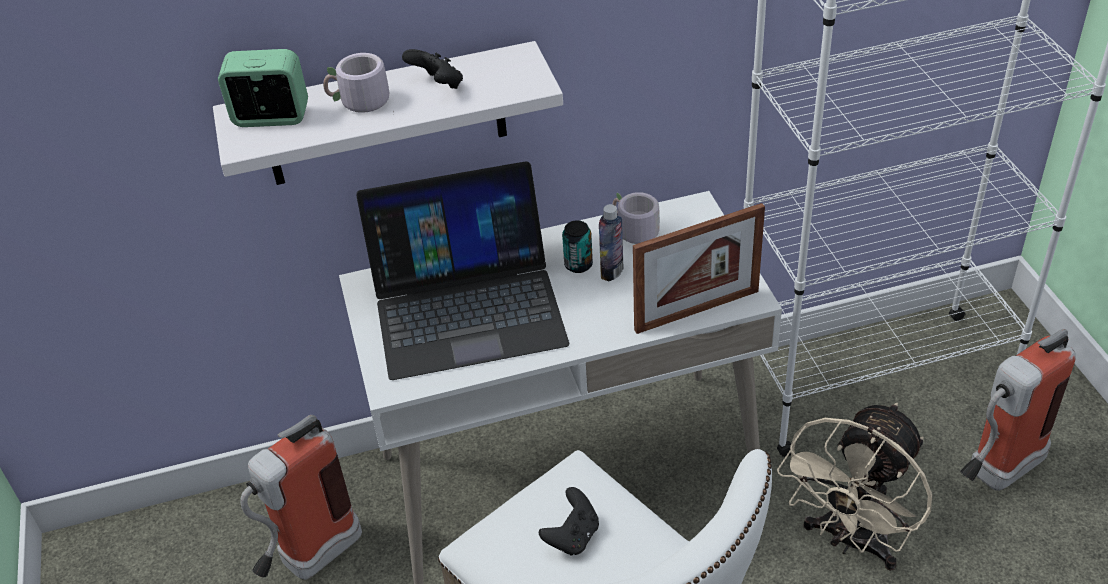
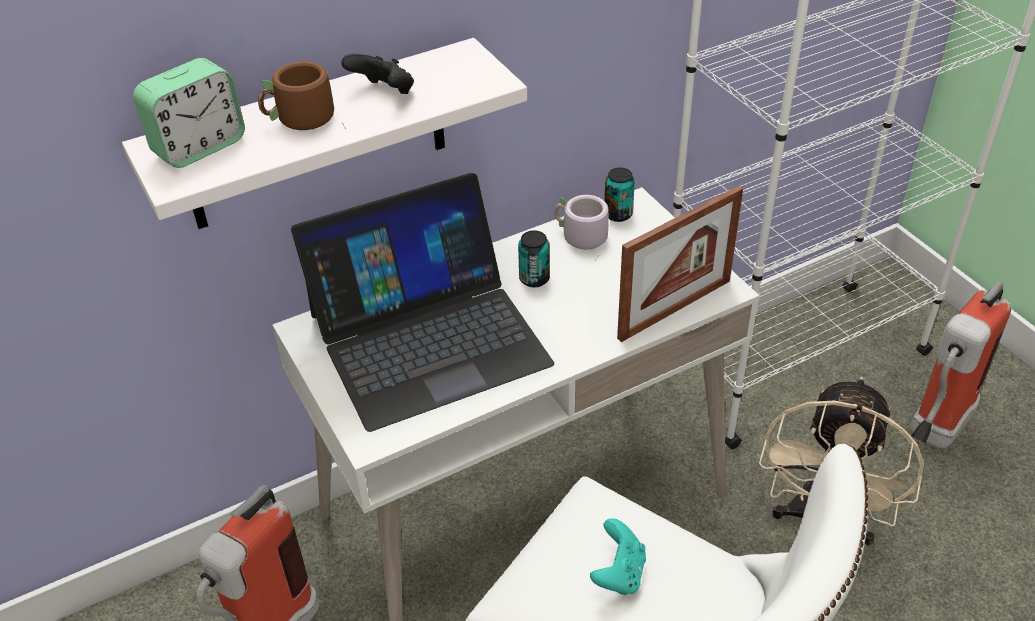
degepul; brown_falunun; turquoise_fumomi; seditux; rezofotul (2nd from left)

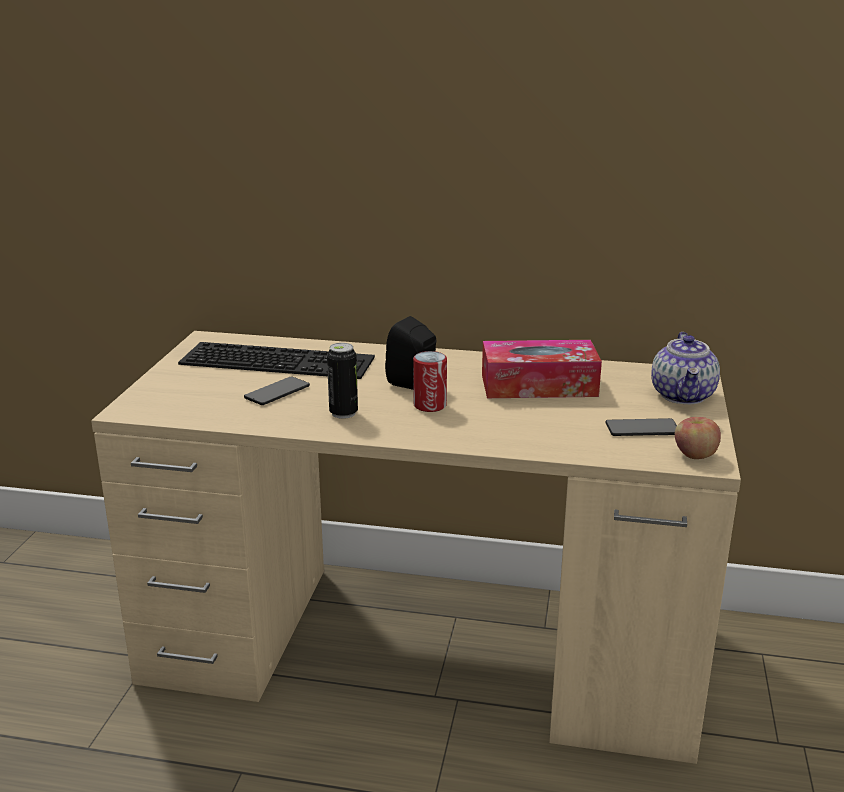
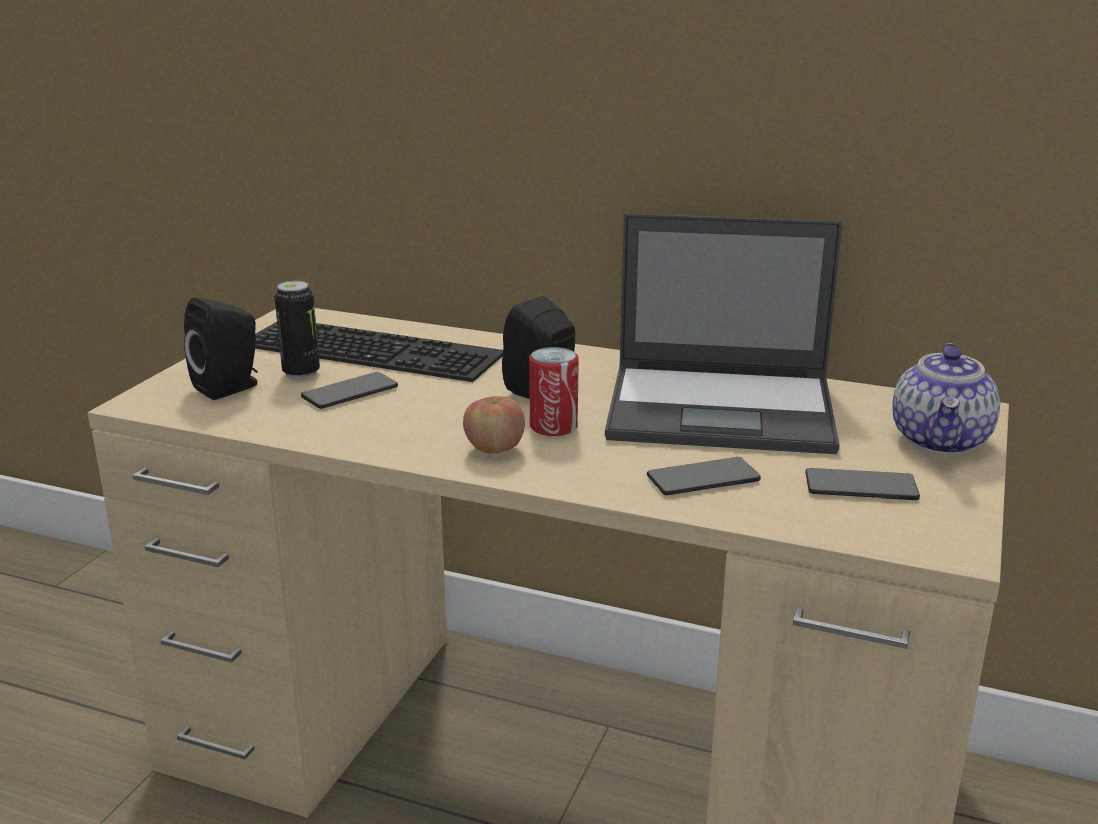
rezofotul (1st from left); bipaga; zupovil; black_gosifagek (1st from left); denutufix (2nd from left)

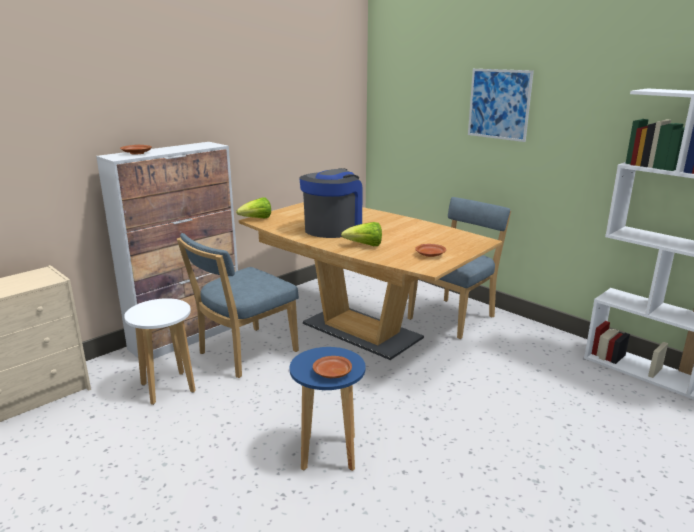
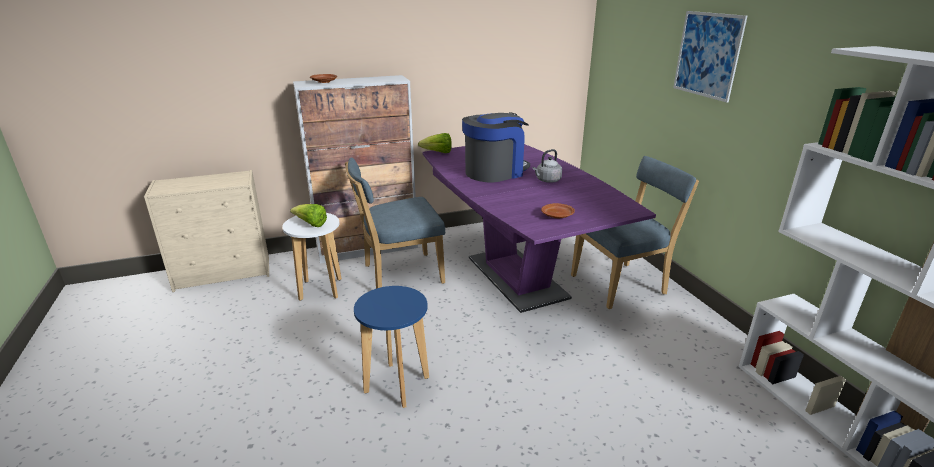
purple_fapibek; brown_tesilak (2nd from left in the first image); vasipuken (1st from left); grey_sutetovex

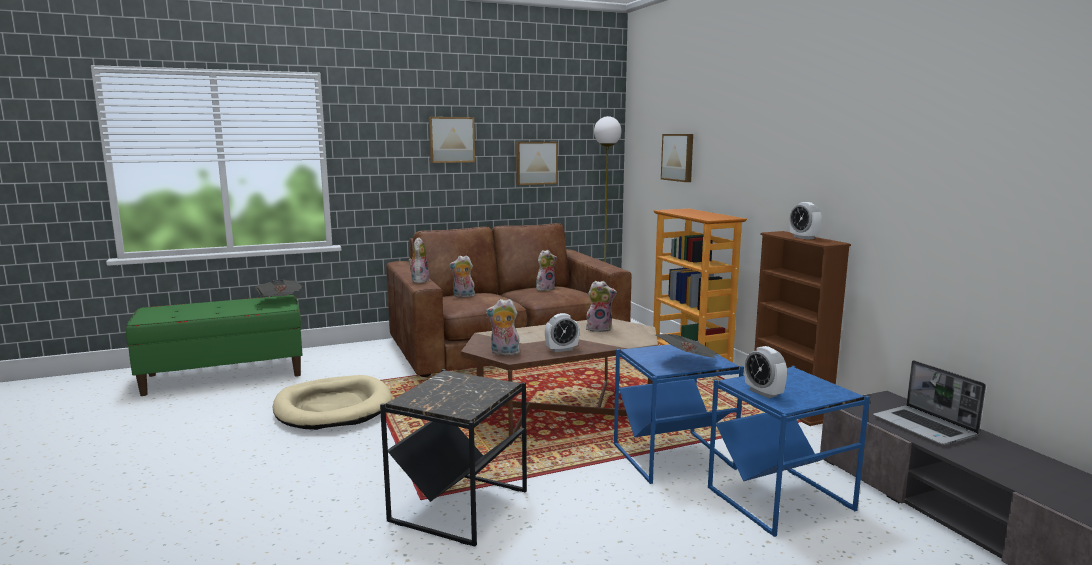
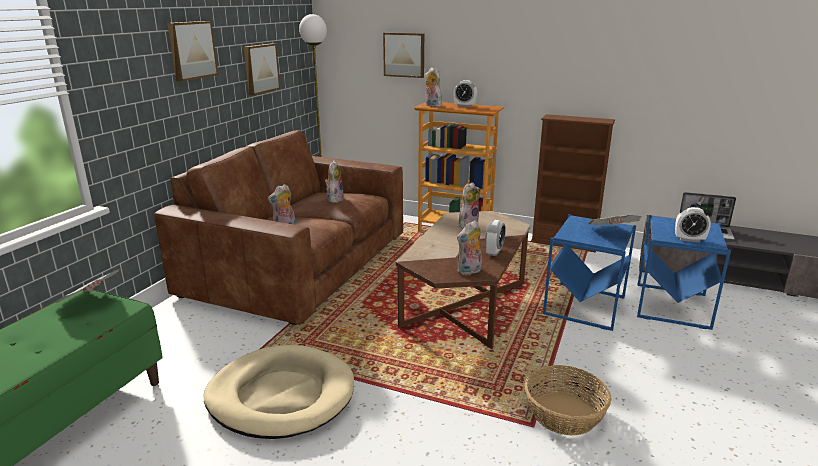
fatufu; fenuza (3rd from left); degepul (1st from left)

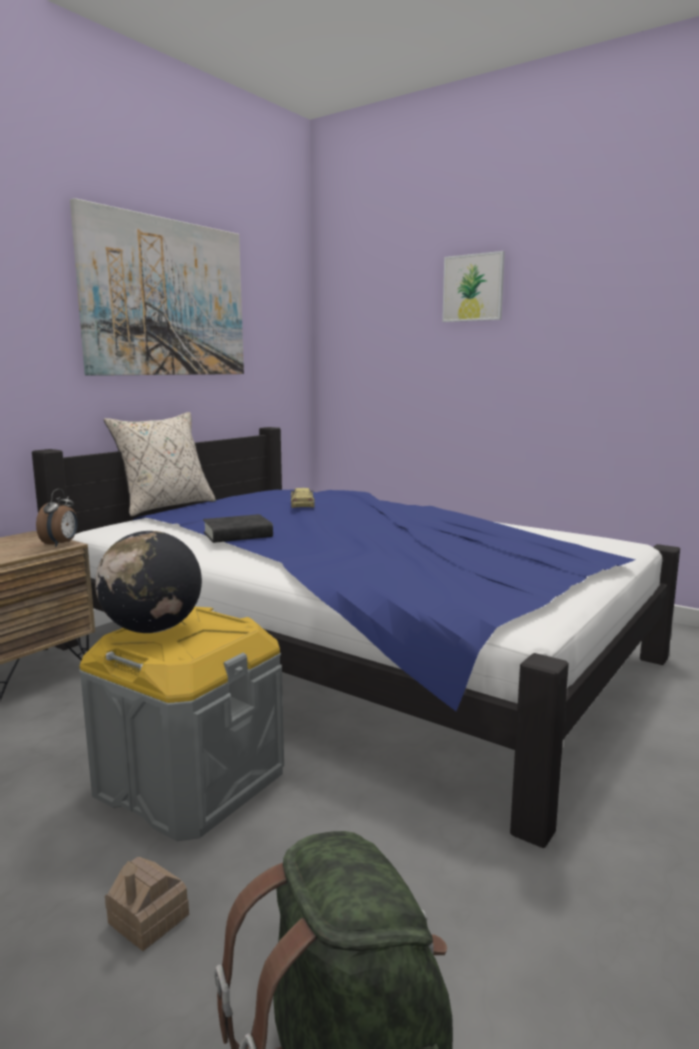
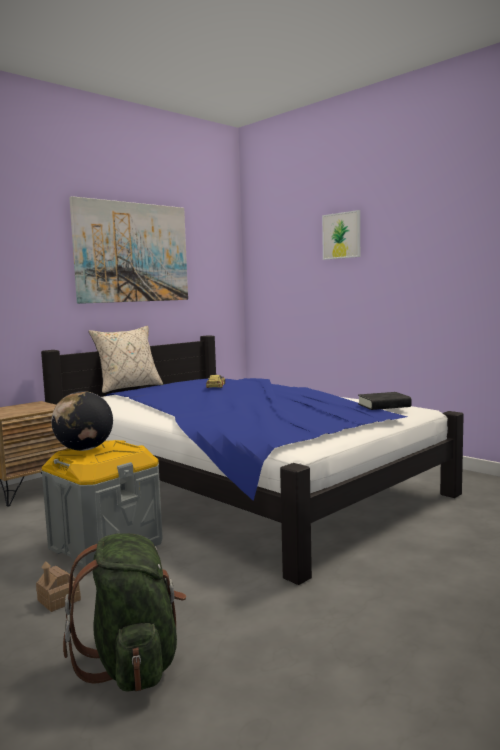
degepul; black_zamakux

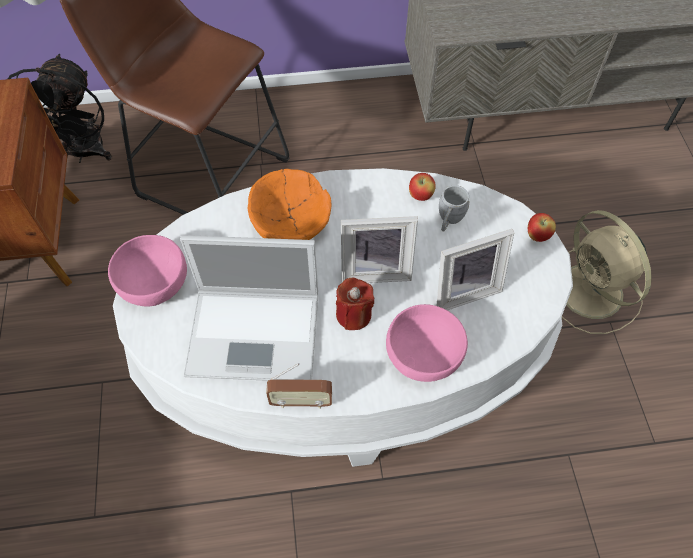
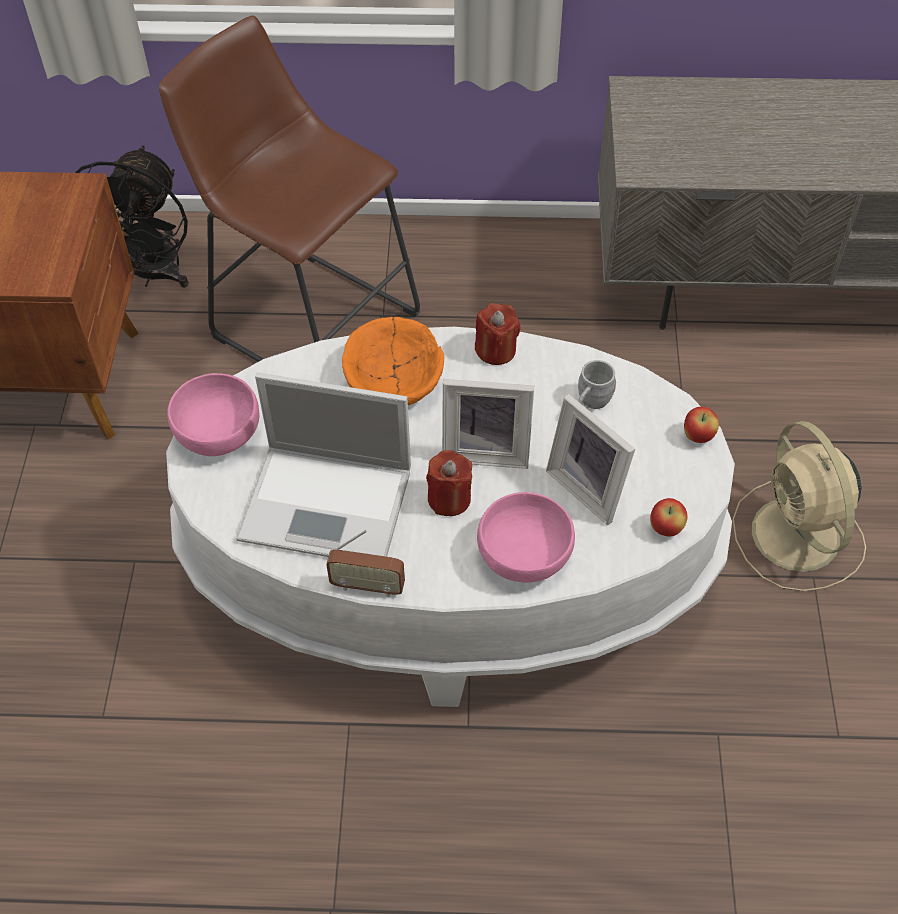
zupovil (1st from left); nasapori (2nd from left); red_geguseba (2nd from left)

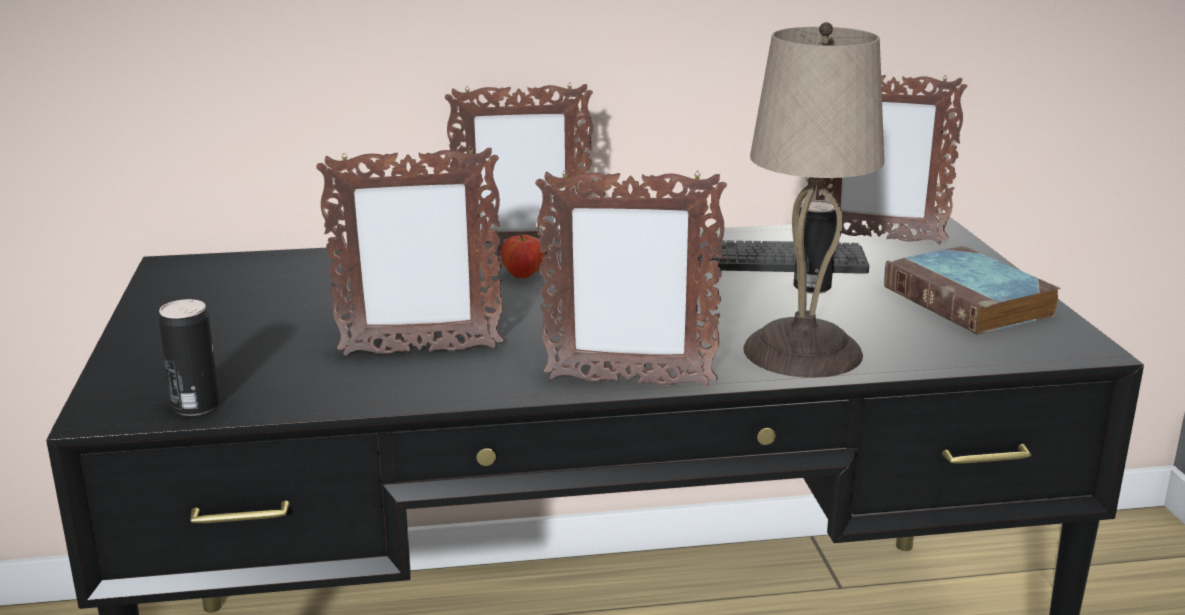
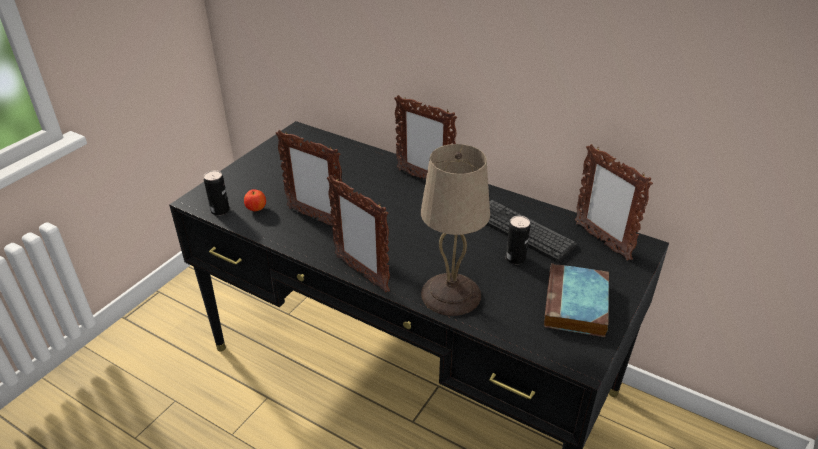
zupovil

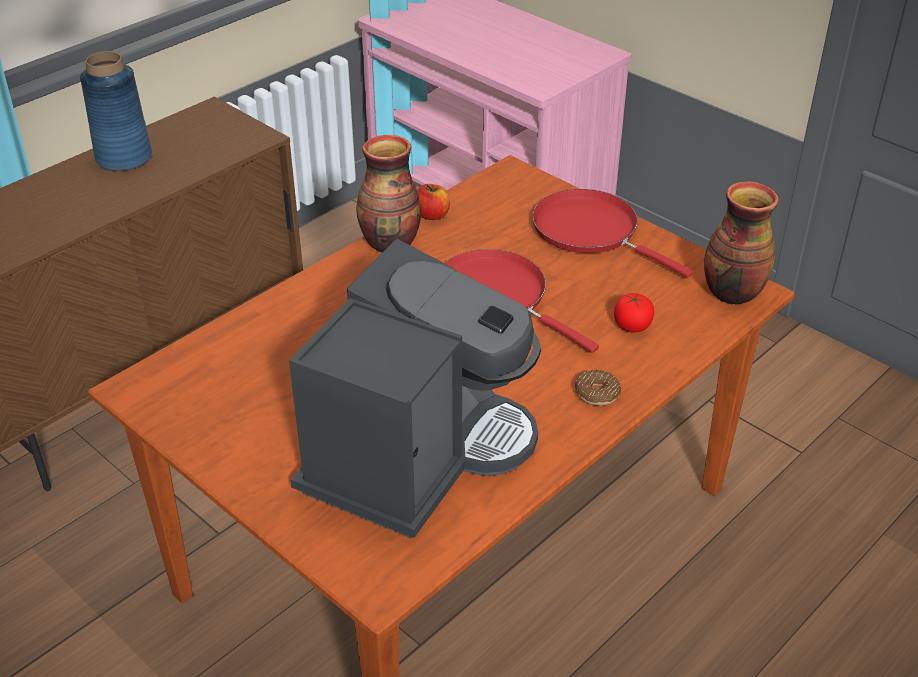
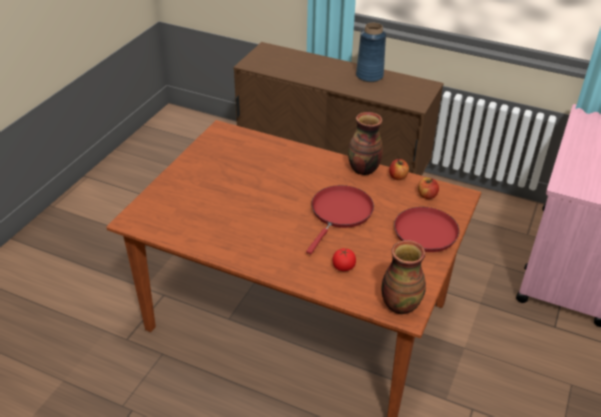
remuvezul; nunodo; zupovil (2nd from left)

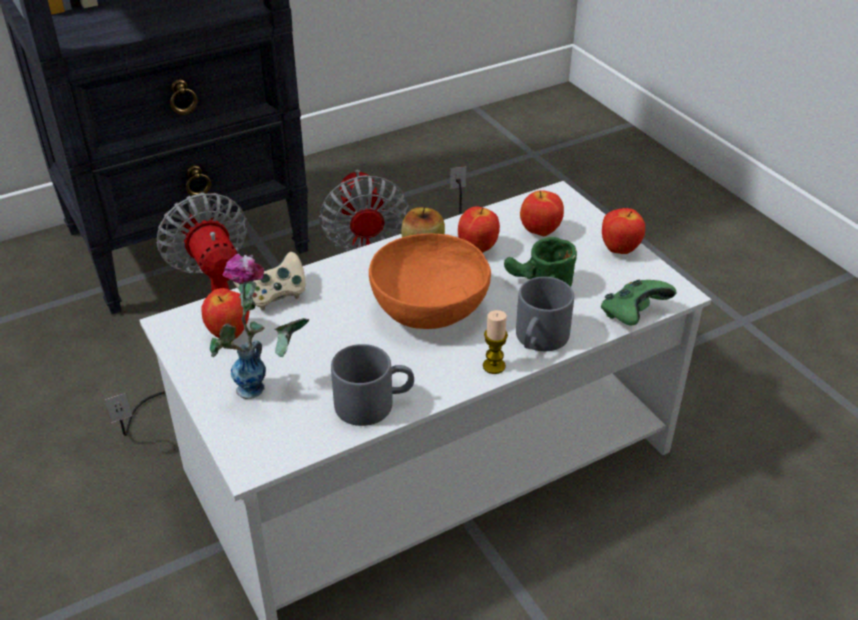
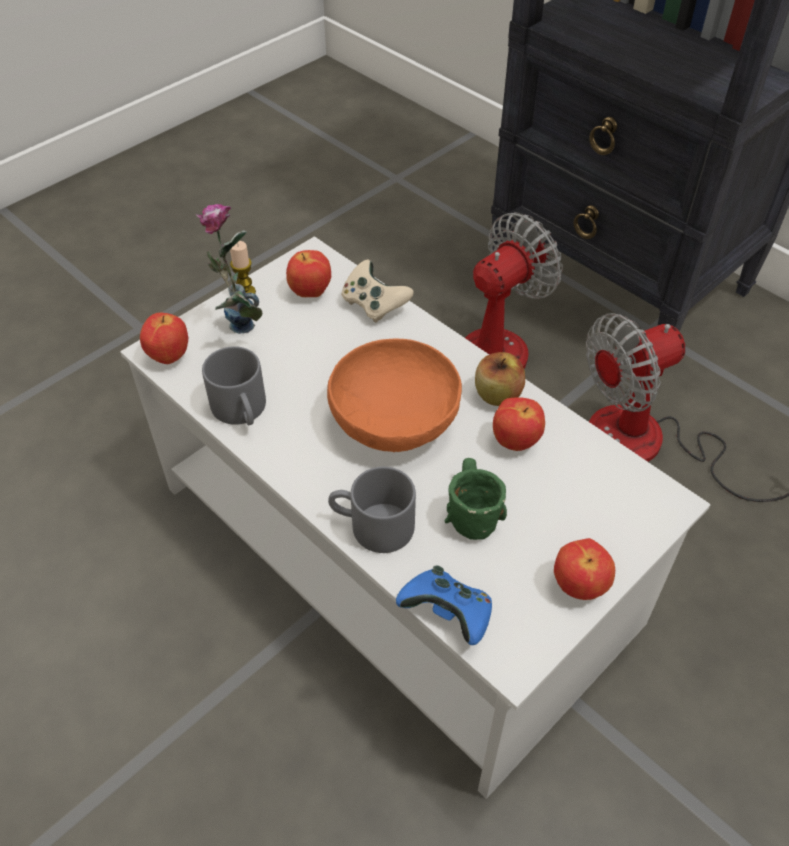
geguseba; zupovil (1st from left); blue_fumomi

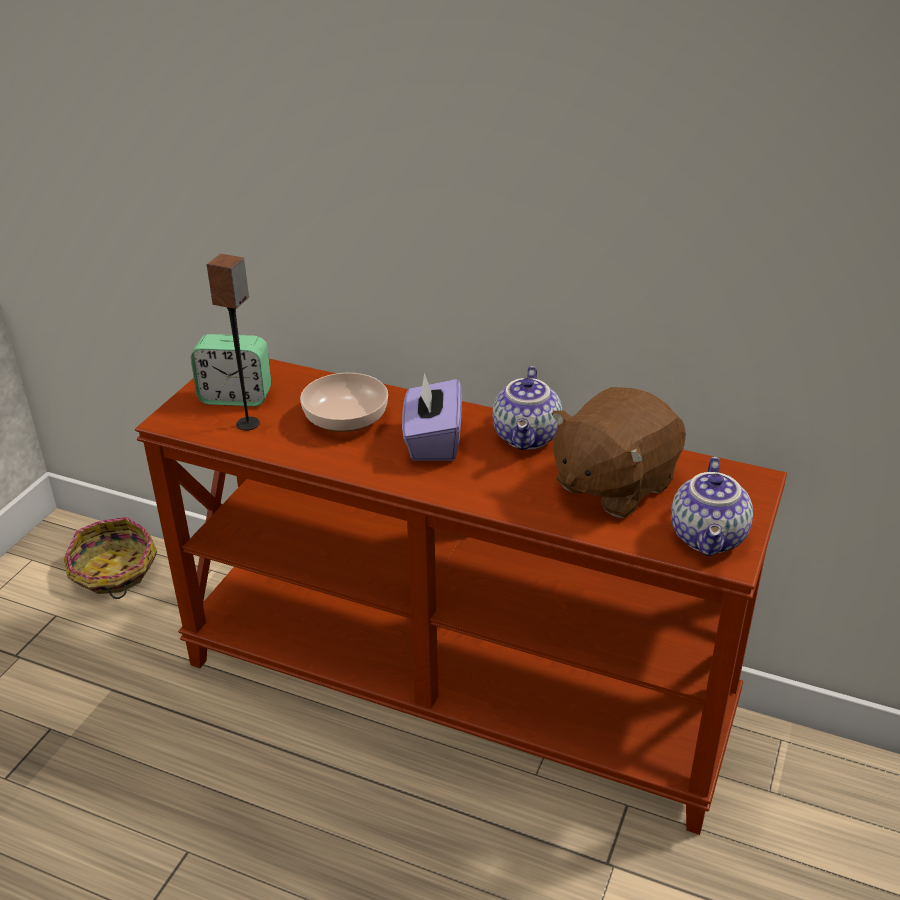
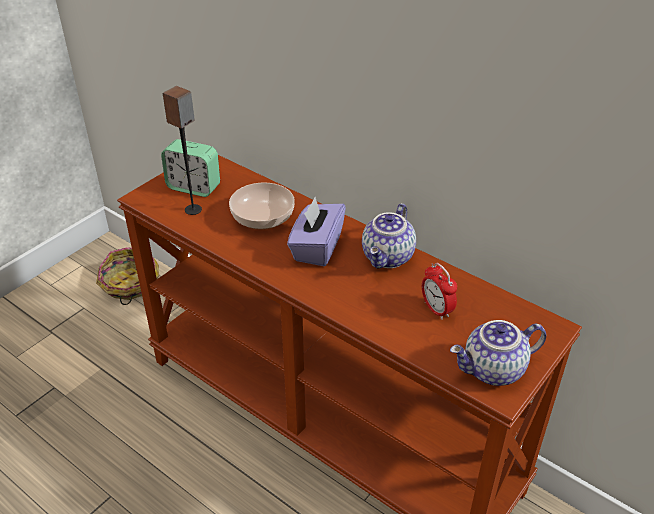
degepul (2nd from left); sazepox (2nd from left)

